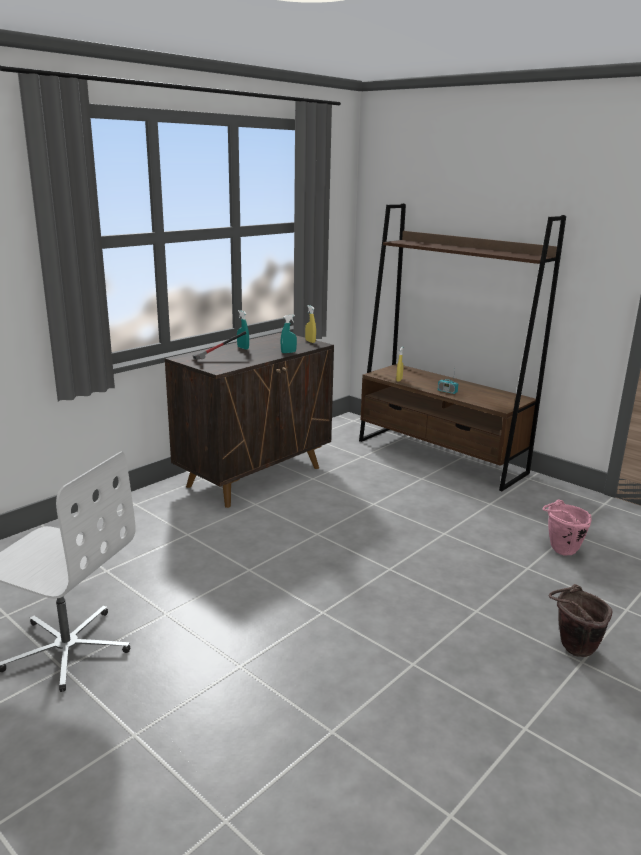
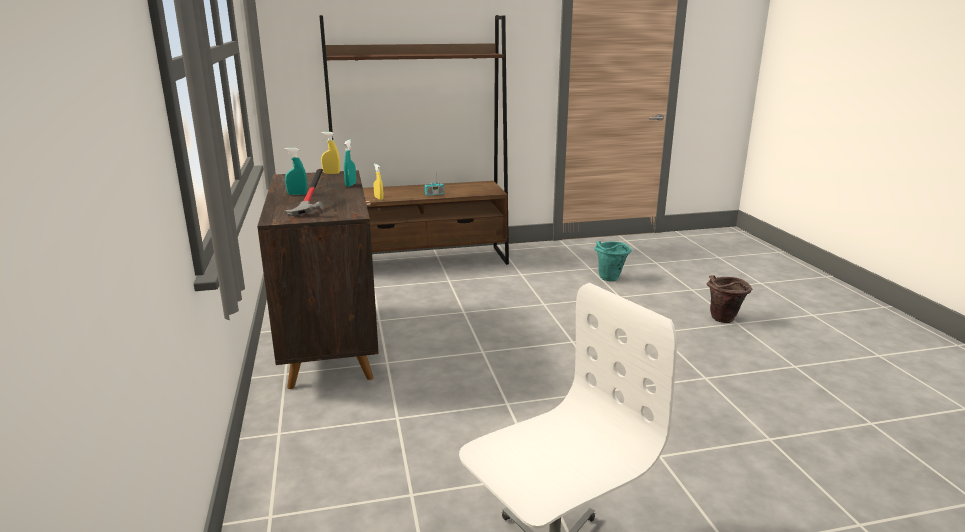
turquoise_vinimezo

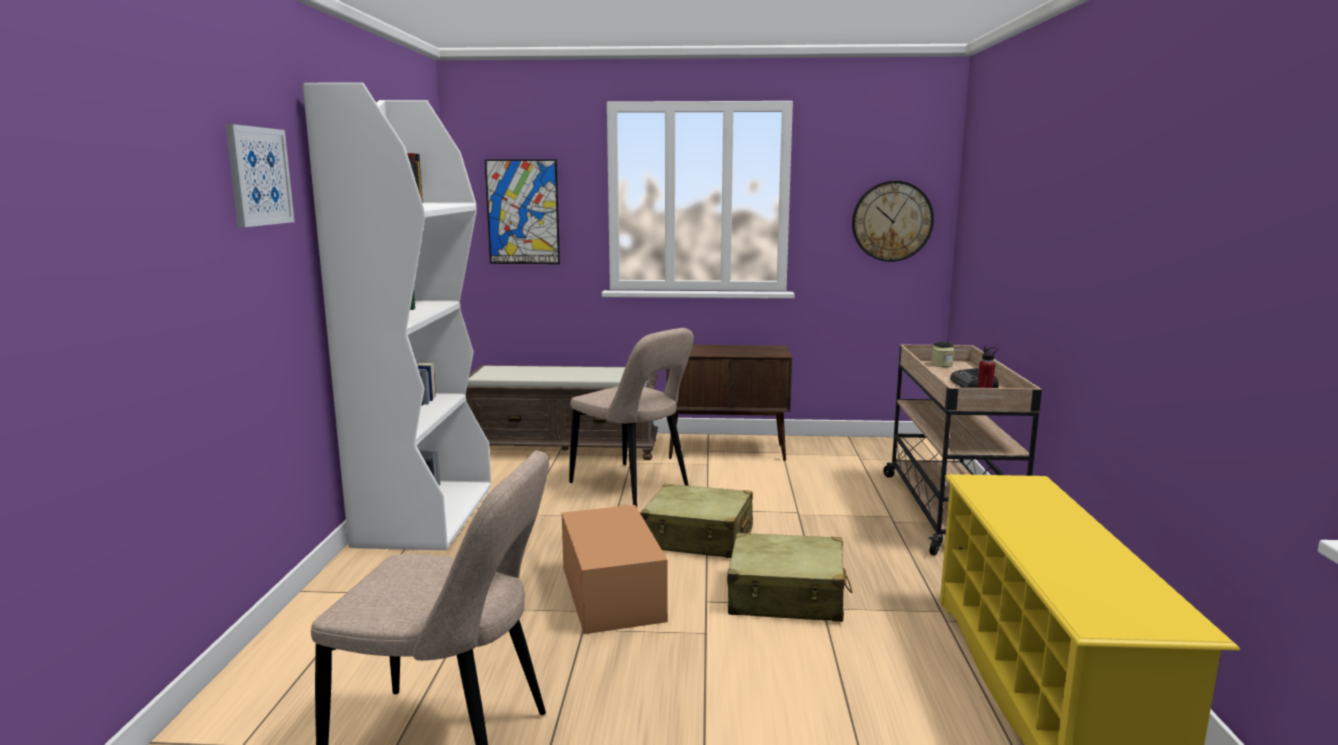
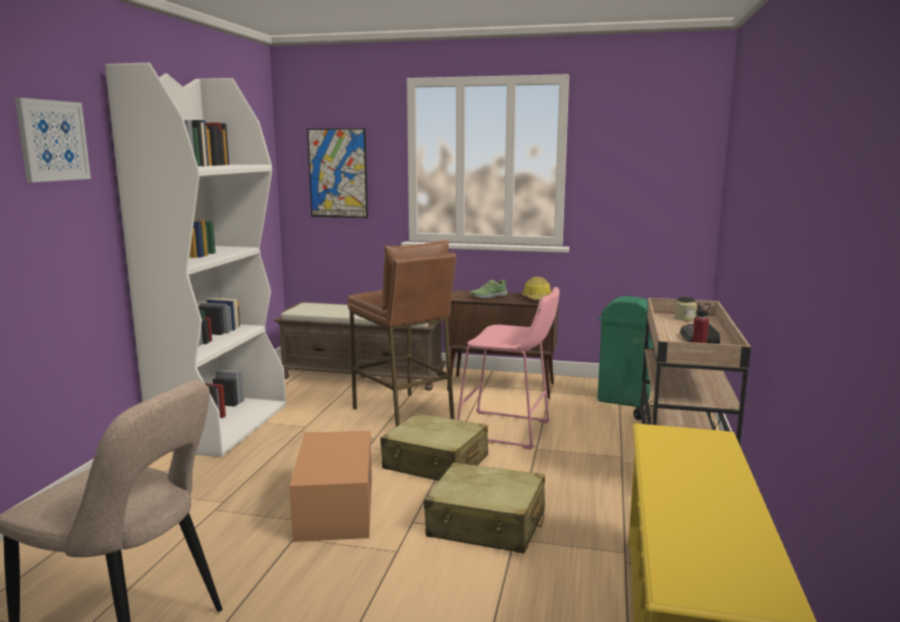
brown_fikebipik; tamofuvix; pink_fikebipik; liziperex; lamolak; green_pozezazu

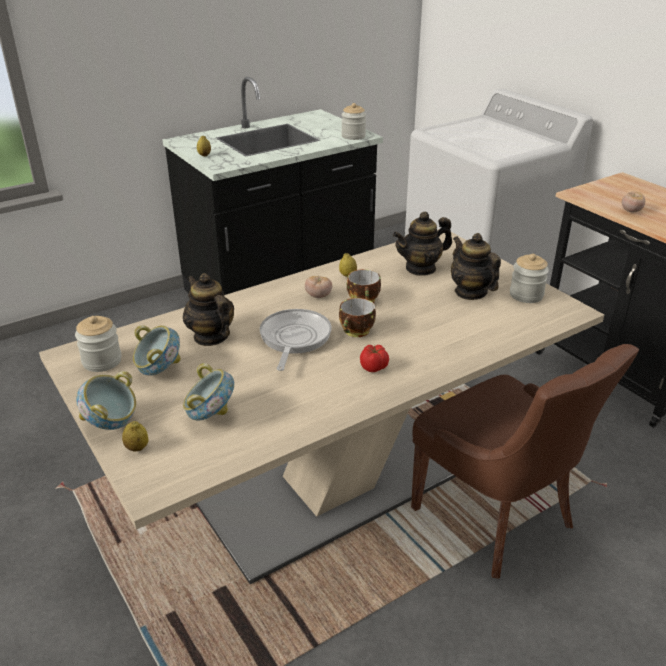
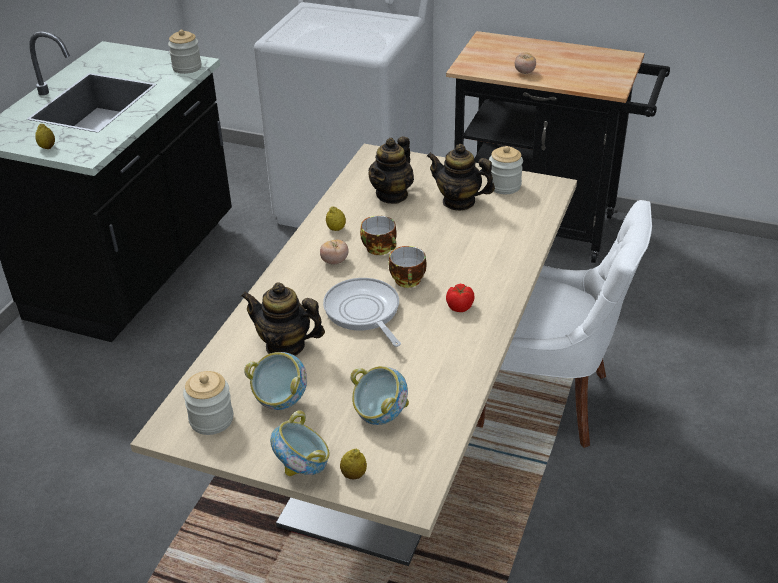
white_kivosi

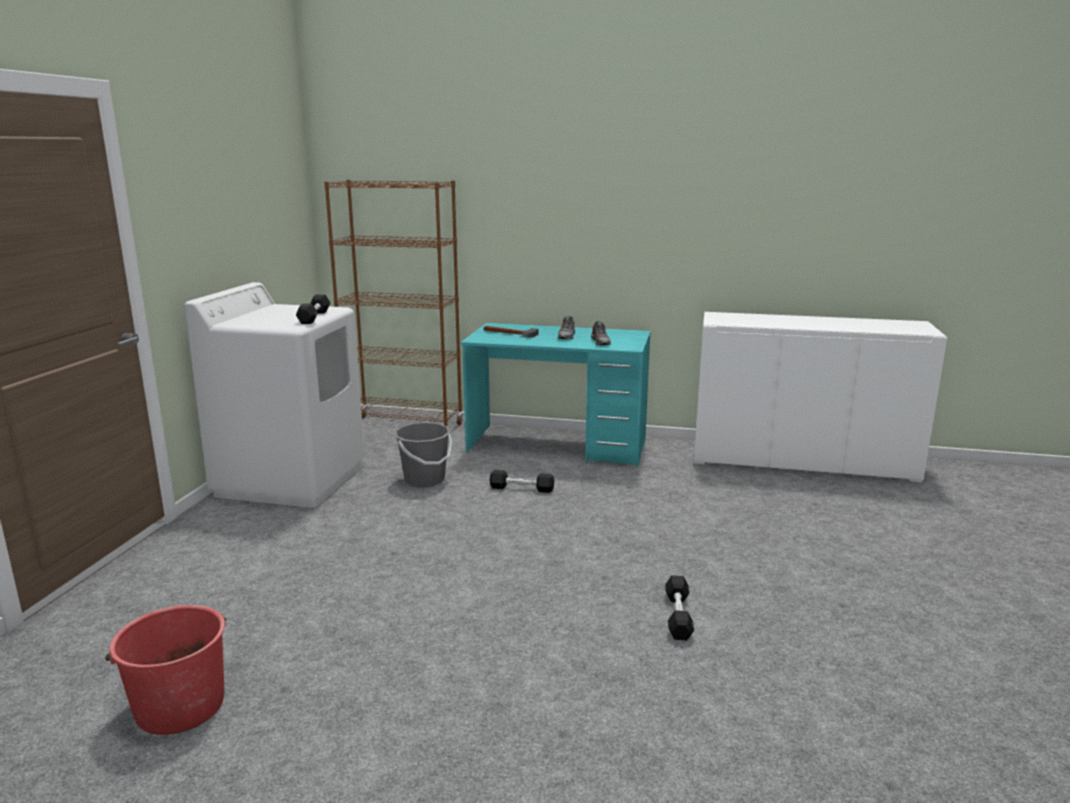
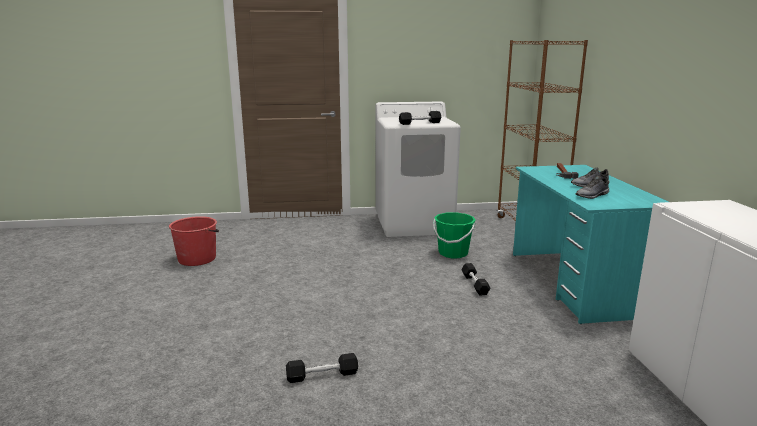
green_vinimezo

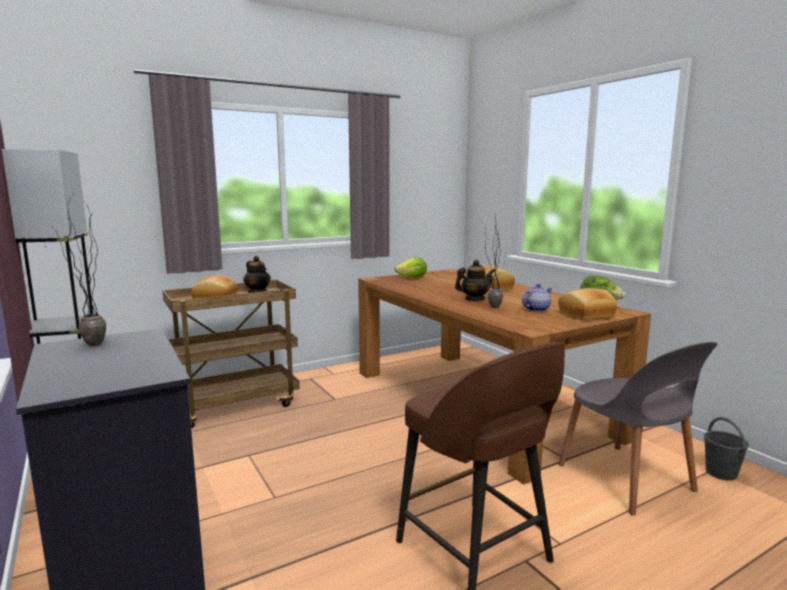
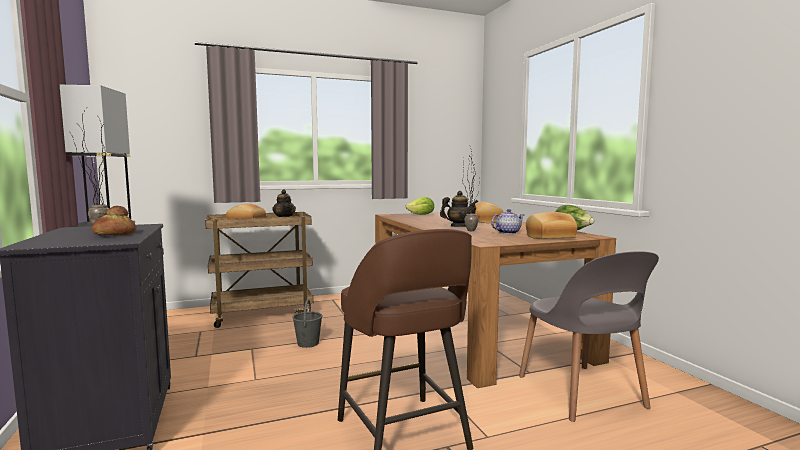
grey_vinimezo; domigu (1st from left)

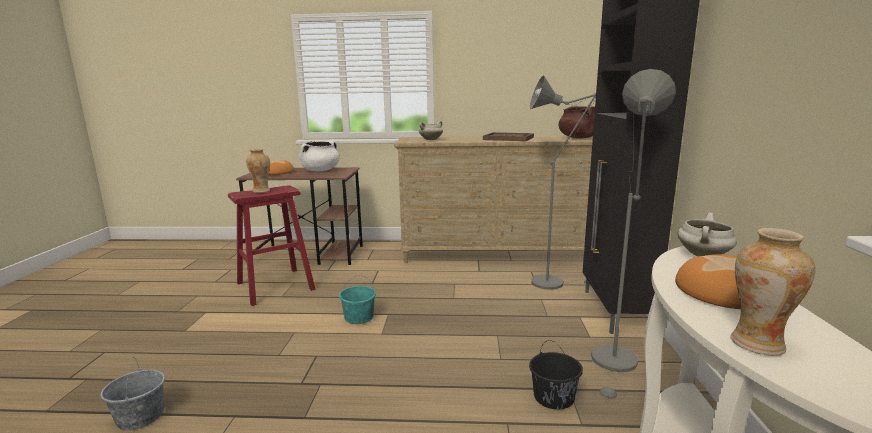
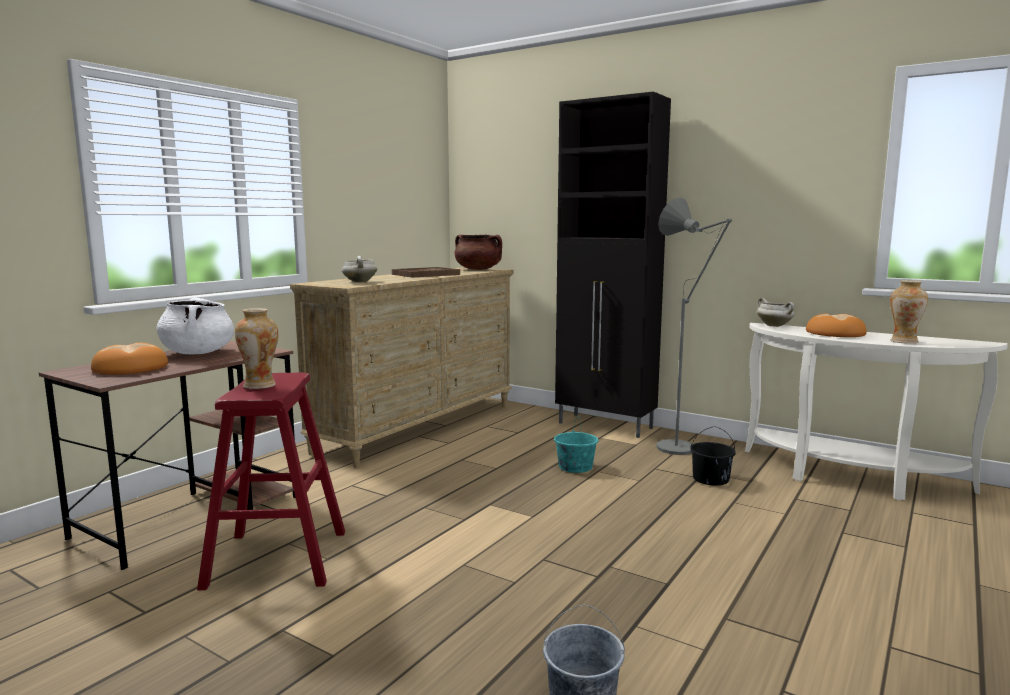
turquoise_vinimezo; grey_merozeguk (1st from left in the first image)

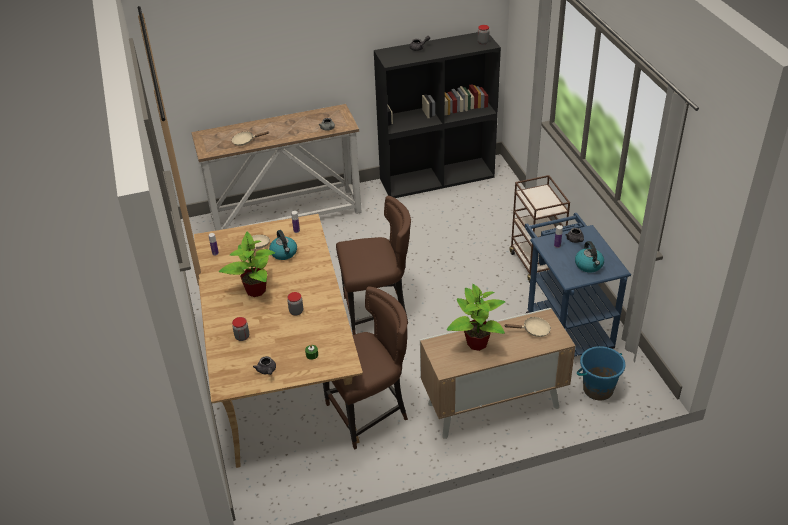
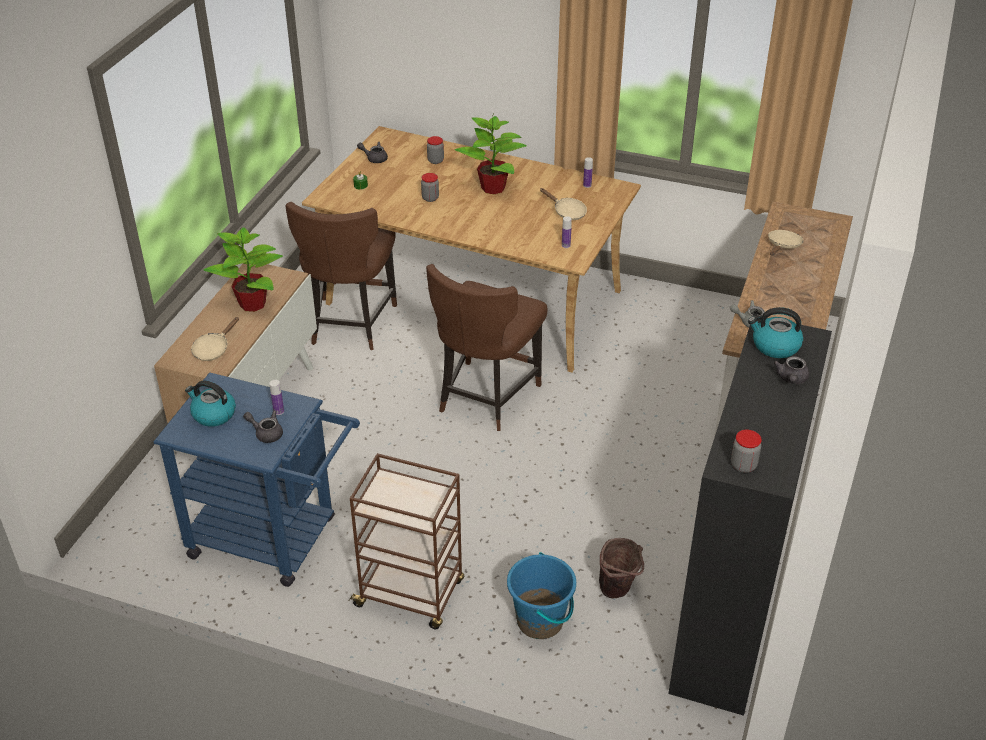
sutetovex (2nd from left); blue_vinimezo; brown_vinimezo

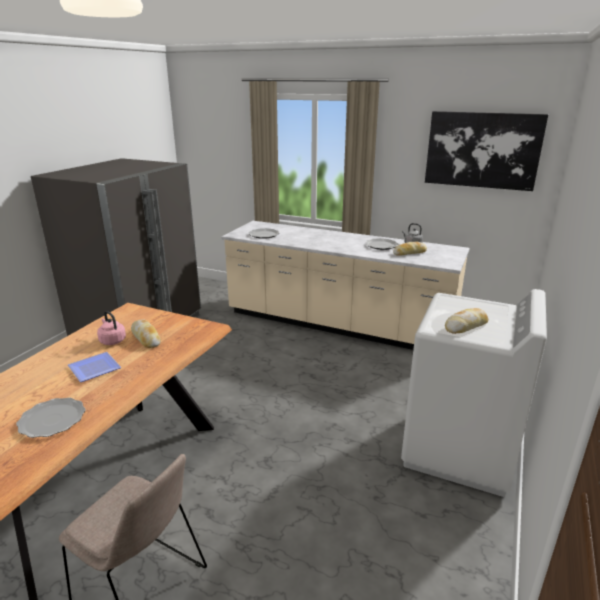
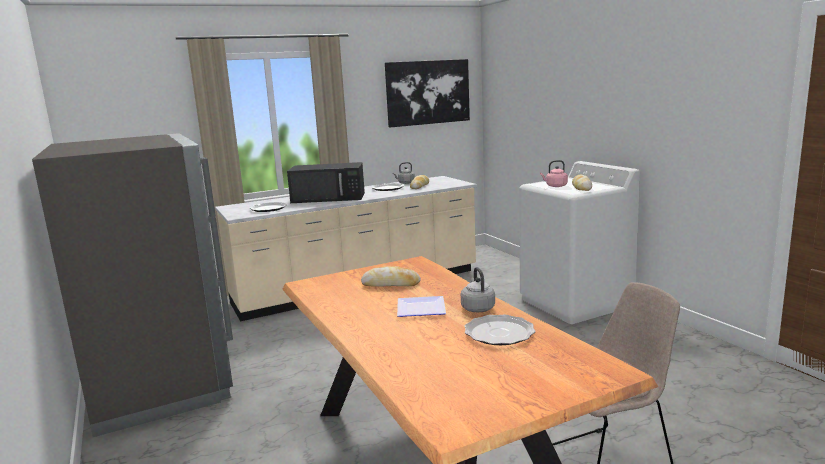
pink_sutetovex; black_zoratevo; grey_sutetovex (2nd from left)

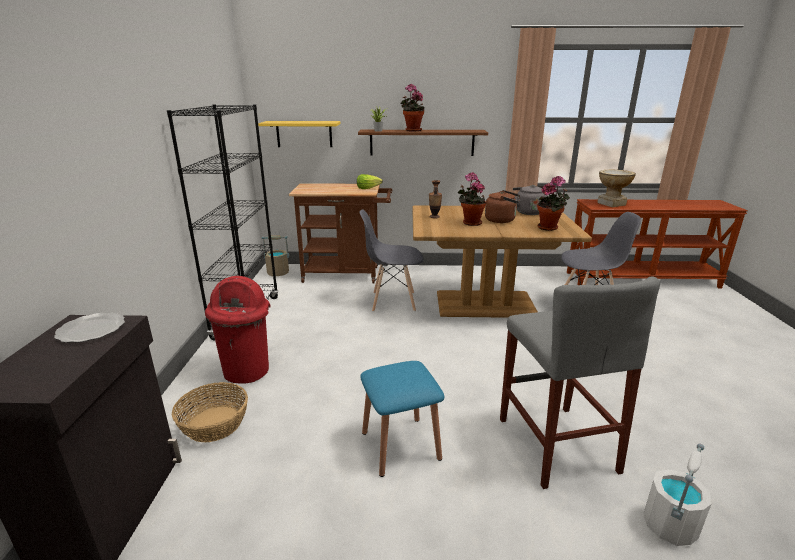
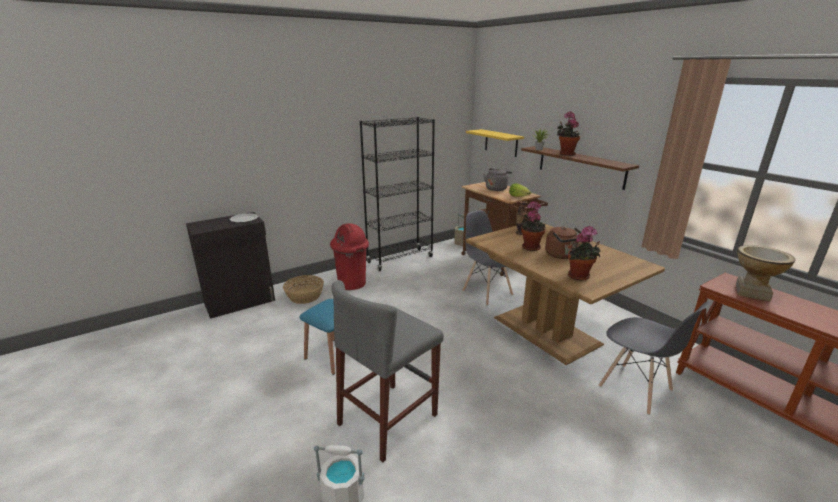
grey_sutetovex

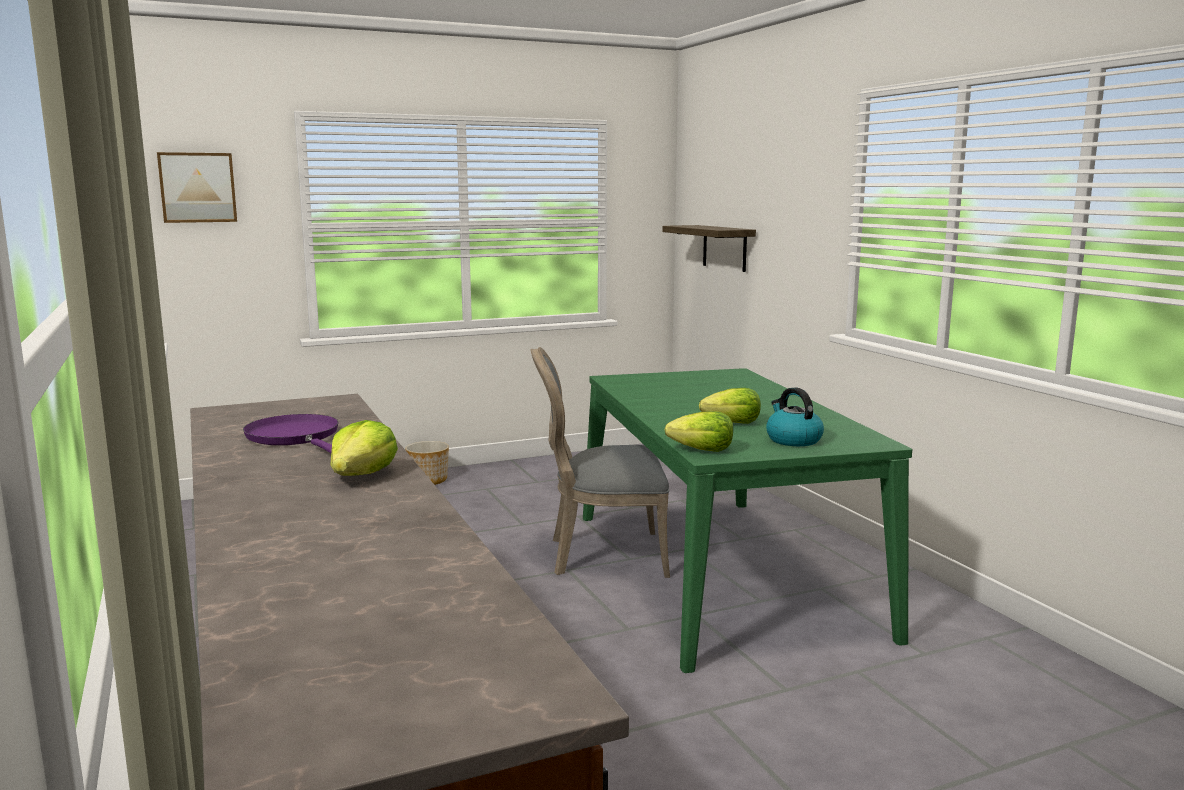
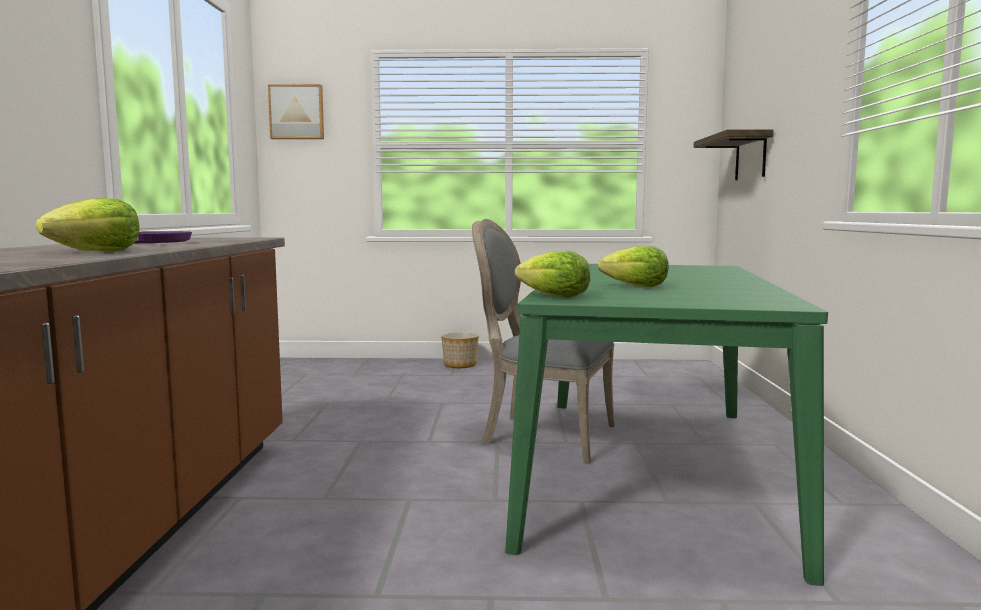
sutetovex

